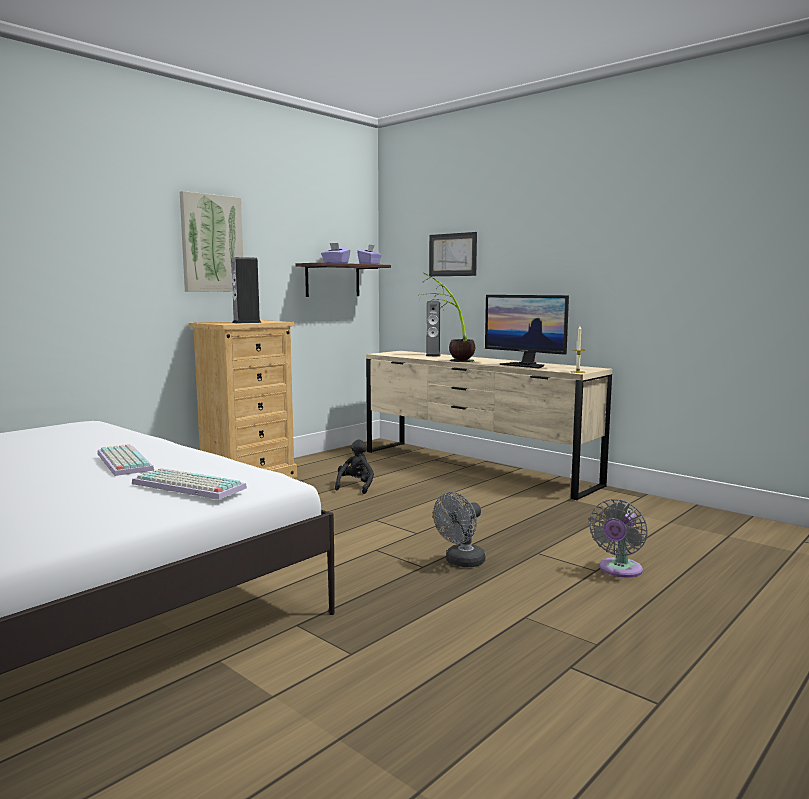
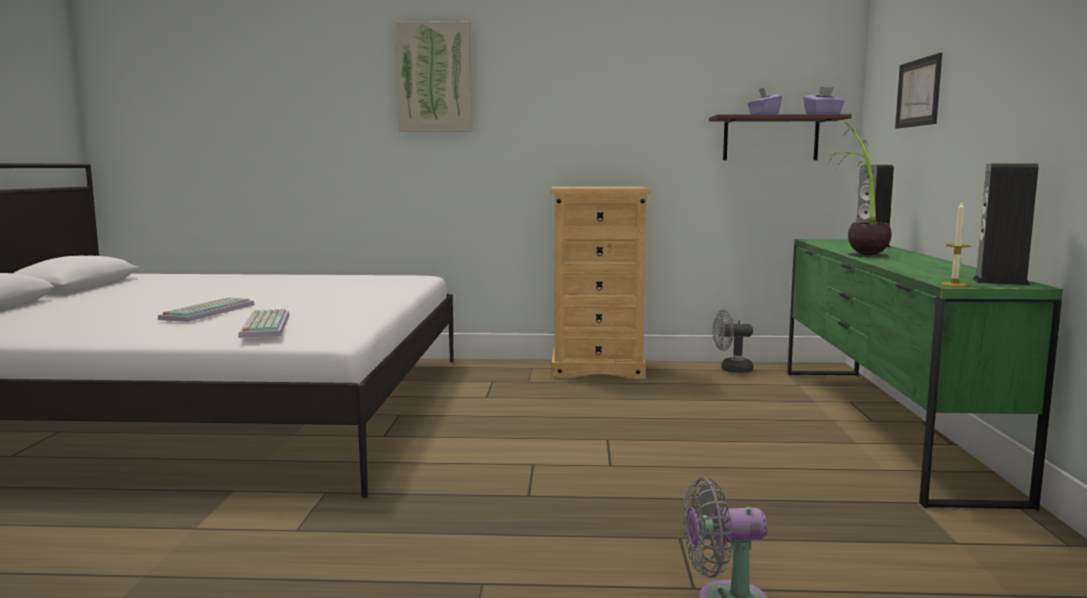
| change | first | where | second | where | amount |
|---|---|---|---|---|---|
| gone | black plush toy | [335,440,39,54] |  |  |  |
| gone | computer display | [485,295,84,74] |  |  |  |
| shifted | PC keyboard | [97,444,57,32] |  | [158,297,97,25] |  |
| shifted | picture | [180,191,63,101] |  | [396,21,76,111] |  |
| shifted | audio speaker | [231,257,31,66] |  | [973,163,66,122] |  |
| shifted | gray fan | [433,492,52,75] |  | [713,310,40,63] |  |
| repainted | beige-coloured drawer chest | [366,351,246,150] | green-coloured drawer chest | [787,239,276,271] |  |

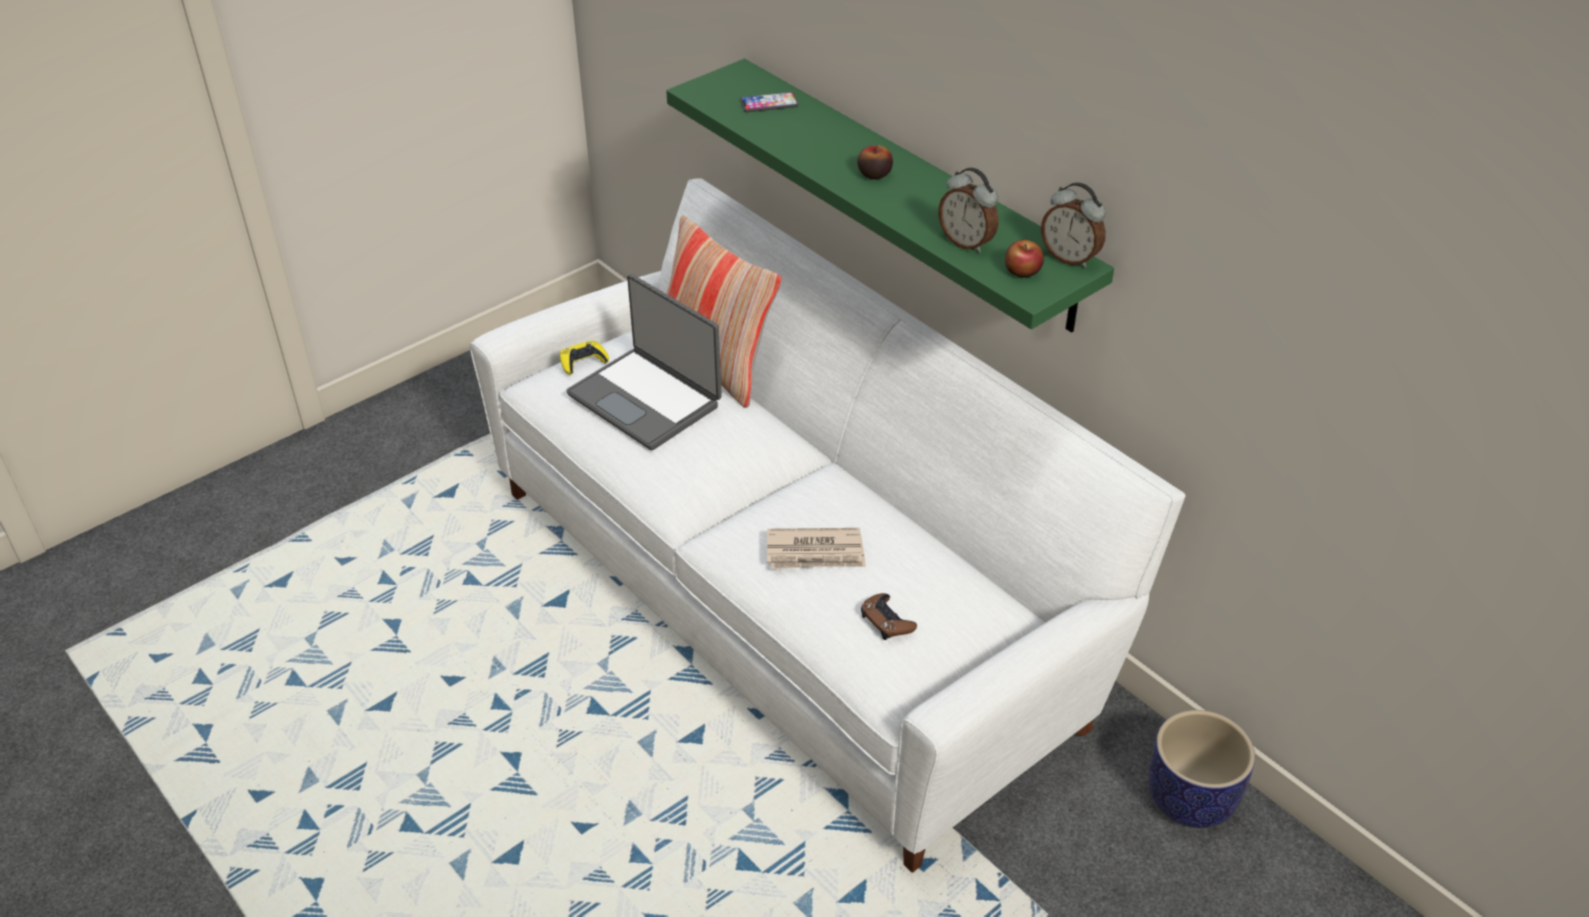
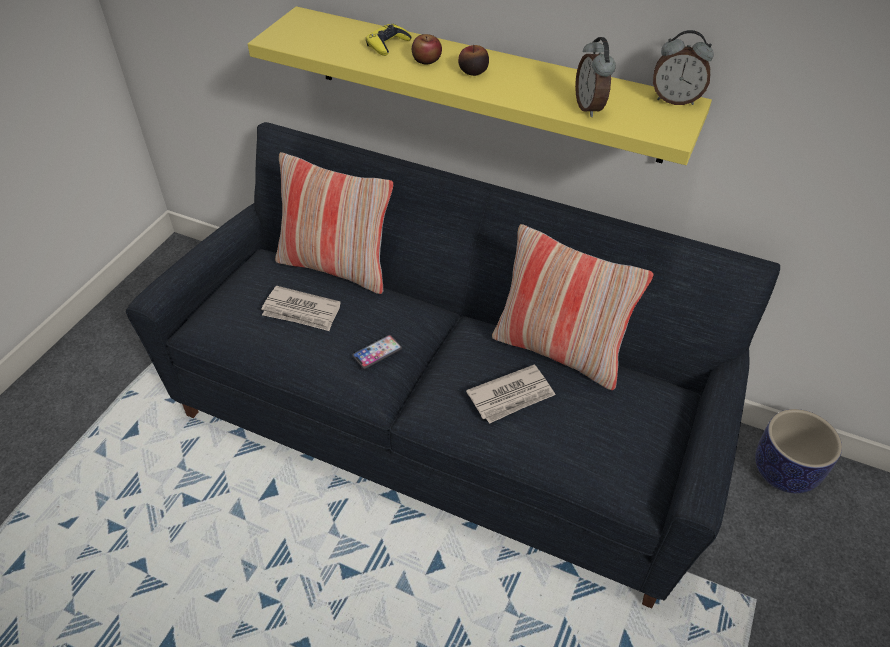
| change | first | where | second | where | amount |
|---|---|---|---|---|---|
| gone | brown game controller | [861,593,56,47] |  |  |  |
| new |  |  | throw pillow | [492,224,162,166] |  |
| shifted | yellow game controller | [560,340,49,35] |  | [366,24,46,32] |  |
| shifted | handset | [740,92,58,20] |  | [352,335,50,34] |  |
| shifted | apple | [1005,240,39,37] |  | [412,34,30,31] |  |
| swapped | laptop | [566,274,156,176] | daily paper | [261,286,80,45] |  |
| repainted | white-coloured sofa | [470,178,716,695] | black sofa | [126,122,654,486] |  |
| repainted | green-coloured shelf | [666,59,448,274] | yellow shelf | [248,6,464,159] |  |
| rotated | table clock | [939,167,60,86] |  | [575,37,41,80] | 60 degrees clockwise |

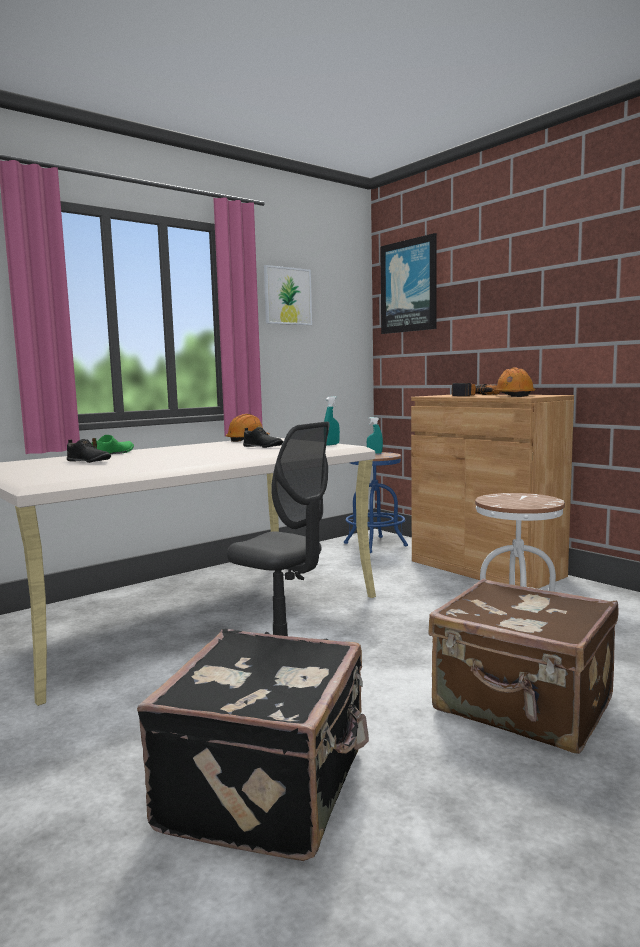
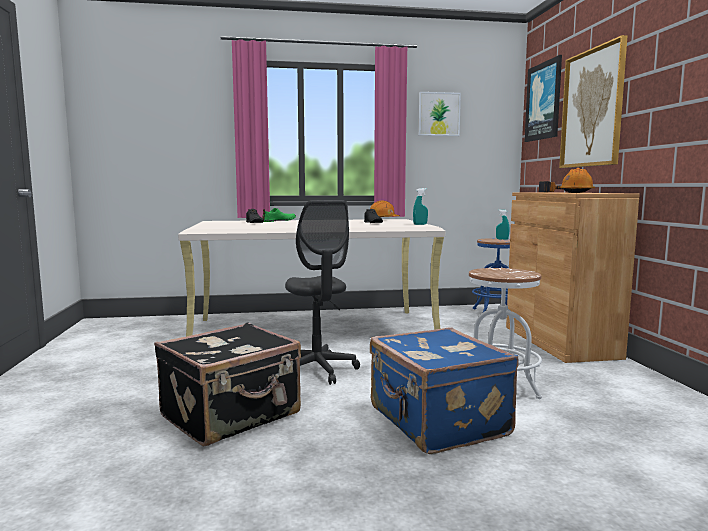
| change | first | where | second | where | amount |
|---|---|---|---|---|---|
| new |  |  | picture | [559,35,68,133] |  |
| repainted | brown piece of luggage | [428,578,191,176] | bluish piece of luggage | [370,327,148,127] |  |

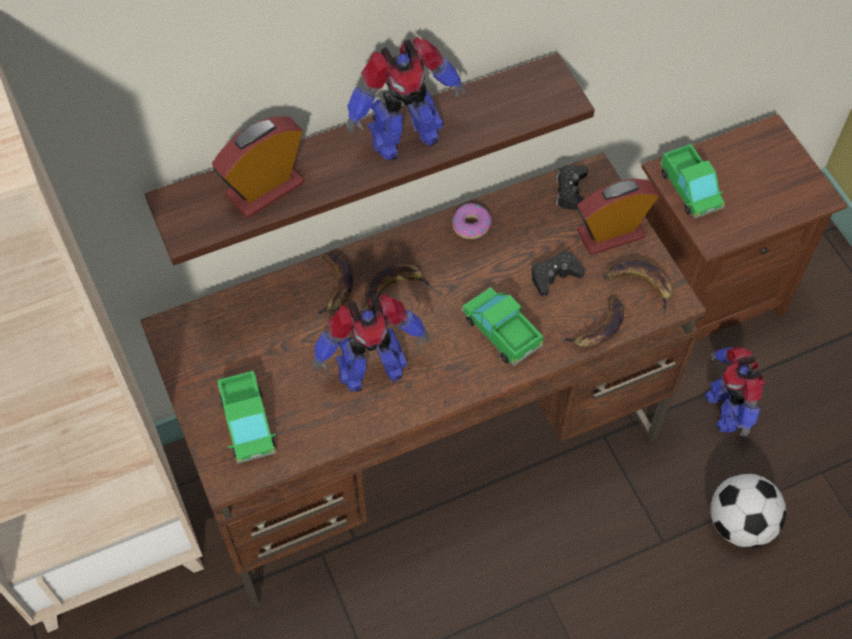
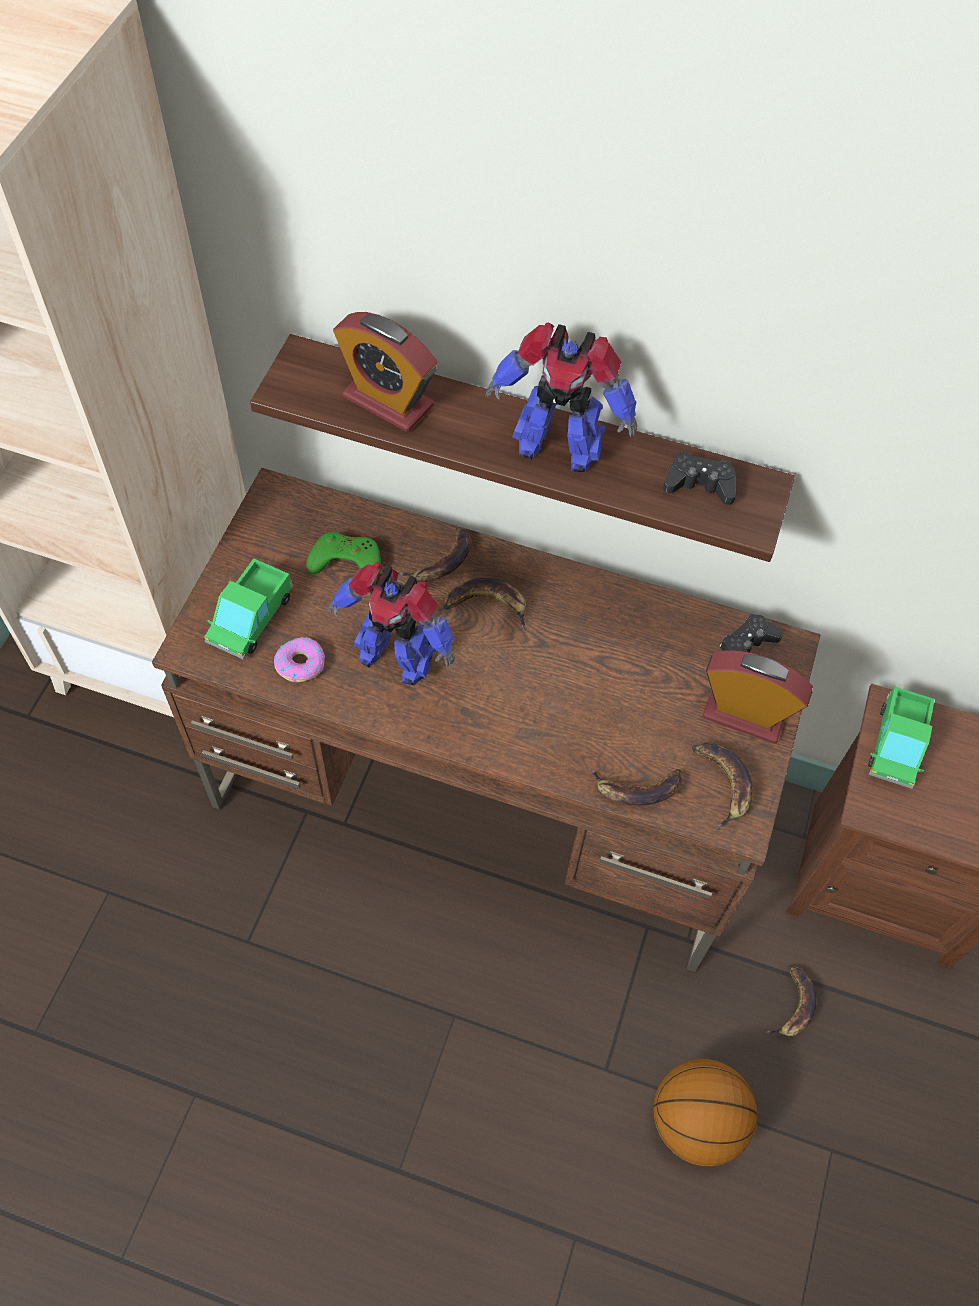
| change | first | where | second | where | amount |
|---|---|---|---|---|---|
| gone | toy lorry | [461,287,82,79] |  |  |  |
| new |  |  | green-coloured game controller | [306,532,75,49] |  |
| shifted | ring doughnut | [452,203,40,36] |  | [274,637,51,45] |  |
| shifted | black game controller | [532,250,53,46] |  | [663,452,73,53] |  |
| swapped | robot figure | [705,347,60,90] | banana fruit | [765,965,51,71] |  |
| swapped | ball for football | [710,473,76,75] | ball for basketball | [654,1059,103,107] |  |
| rotated | table clock | [212,116,92,102] |  | [333,312,104,120] | 150 degrees counterclockwise |

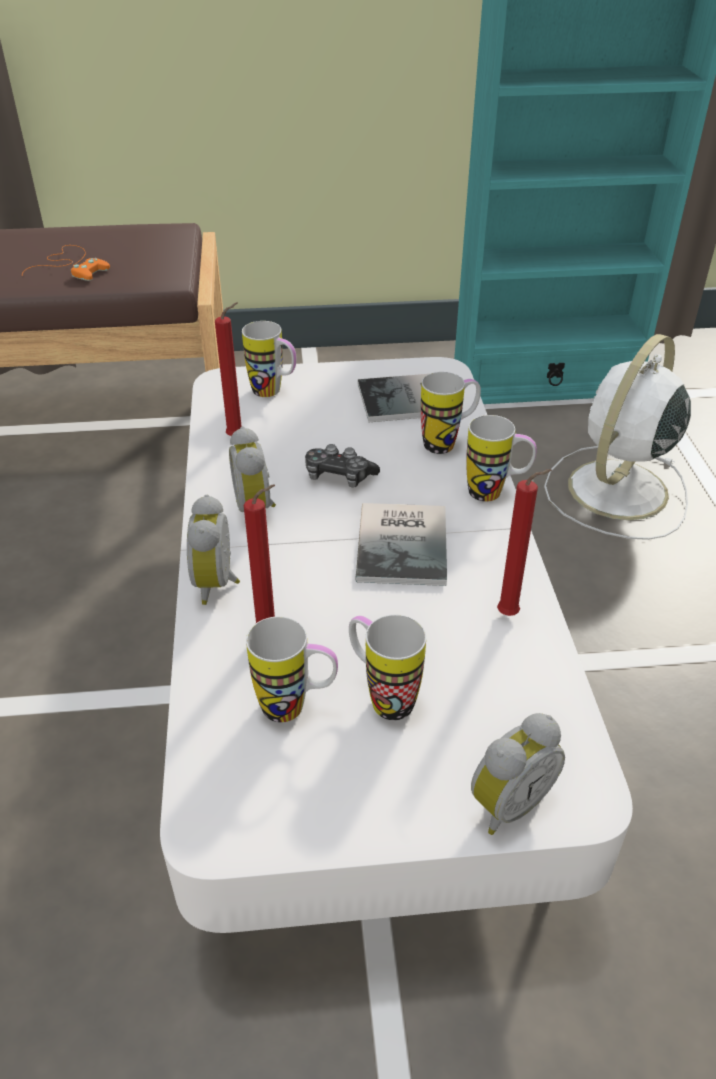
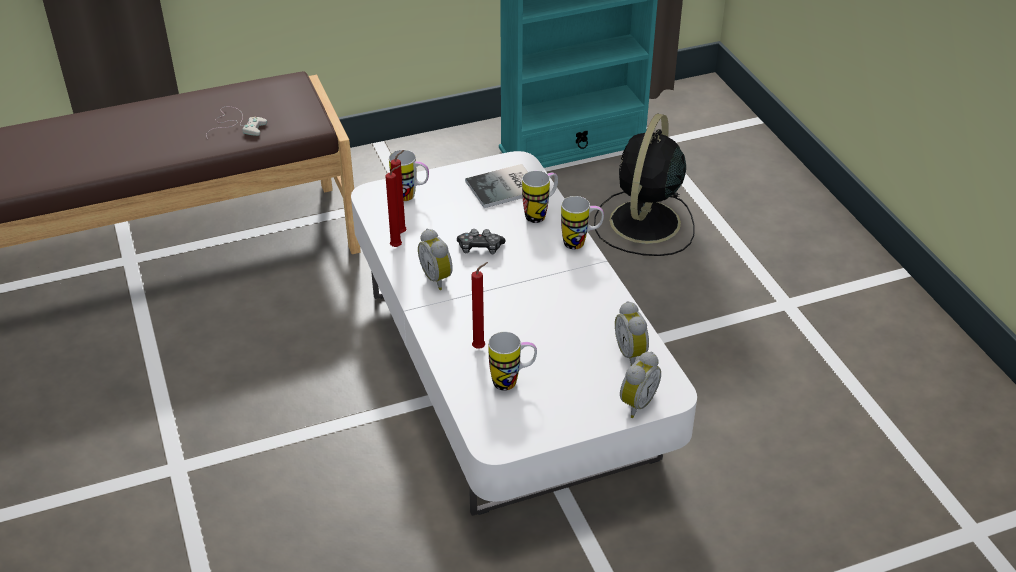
| change | first | where | second | where | amount |
|---|---|---|---|---|---|
| gone | coffee mug | [349,615,77,105] |  |  |  |
| gone | book | [355,503,92,83] |  |  |  |
| shifted | table clock | [187,495,53,110] |  | [615,301,34,65] |  |
| shifted | red-coloured wax candle | [497,469,55,147] |  | [386,165,16,82] |  |
| repainted | orange-coloured game controller | [22,245,88,36] | white-coloured game controller | [206,107,61,32] |  |
| repainted | white-coloured fan | [544,334,147,206] | black fan | [594,113,100,143] |  |

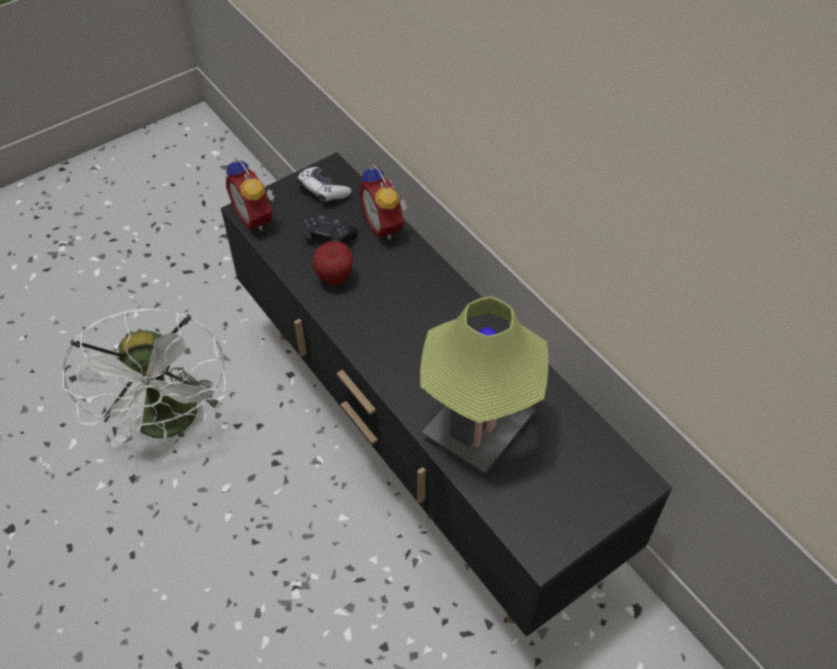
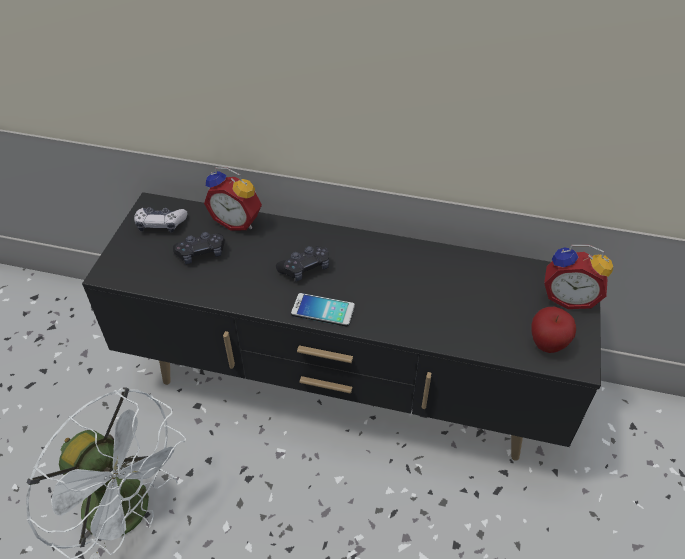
| change | first | where | second | where | amount |
|---|---|---|---|---|---|
| gone | tabletop lamp | [420,296,128,178] |  |  |  |
| new |  |  | black game controller | [276,246,53,35] |  |
| new |  |  | handset | [291,293,64,34] |  |
| shifted | table clock | [226,157,49,74] |  | [544,245,69,64] |  |
| shifted | apple | [312,241,41,44] |  | [532,307,44,46] |  |

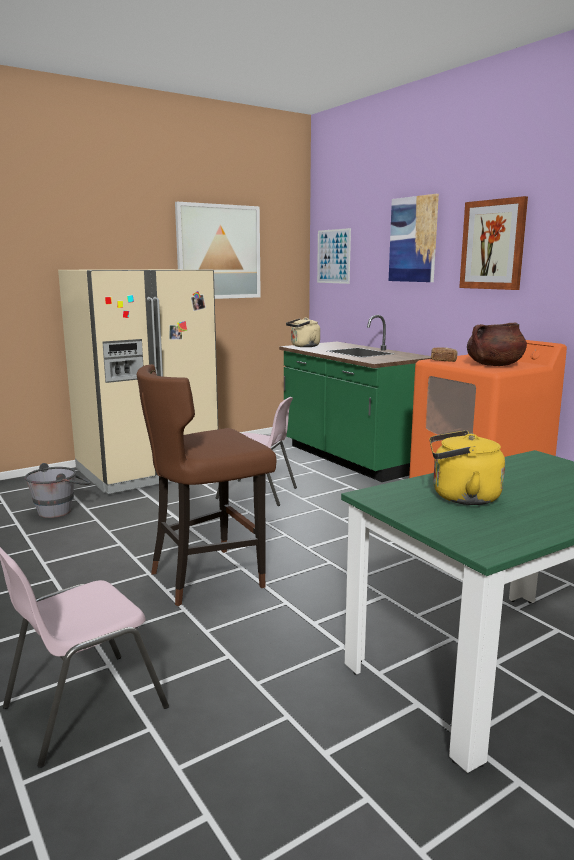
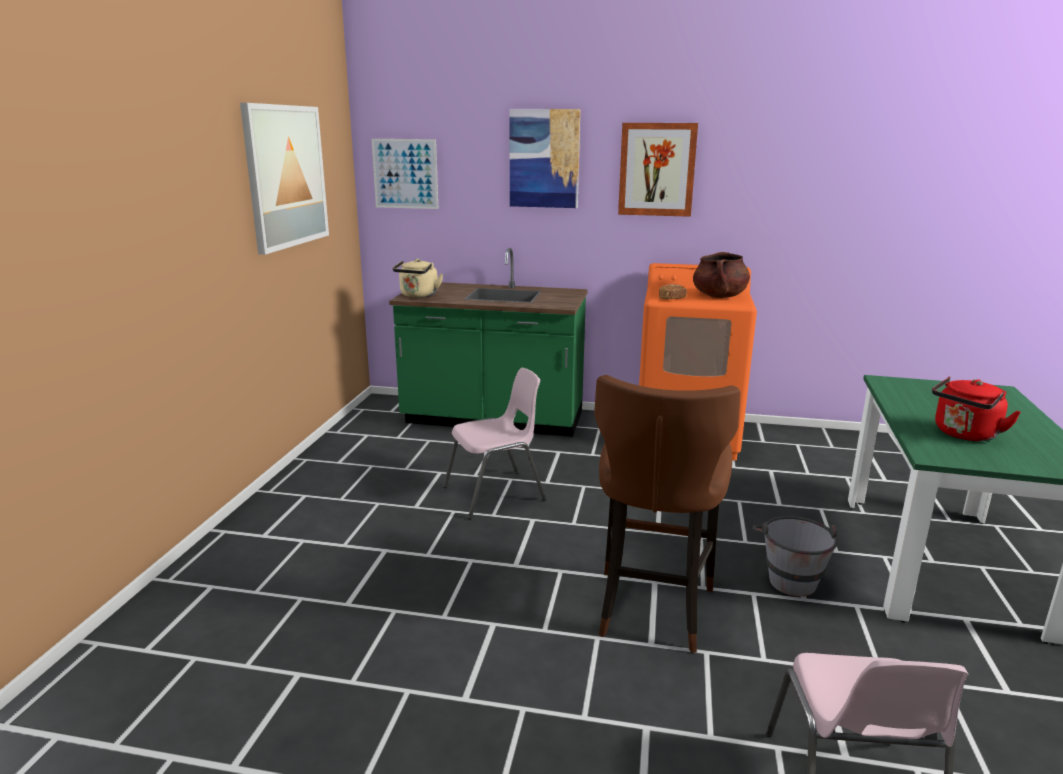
| change | first | where | second | where | amount |
|---|---|---|---|---|---|
| gone | beige-coloured refrigerator | [58,269,160,225] |  |  |  |
| shifted | gray water bucket | [25,463,65,55] |  | [752,516,86,81] |  |
| repainted | yellow water kettle | [429,430,76,75] | red-coloured water kettle | [932,376,89,65] |  |

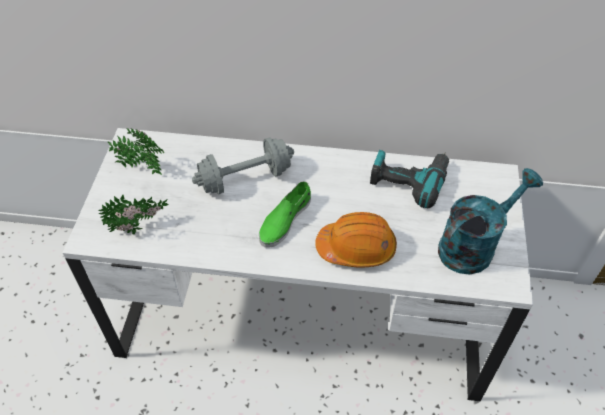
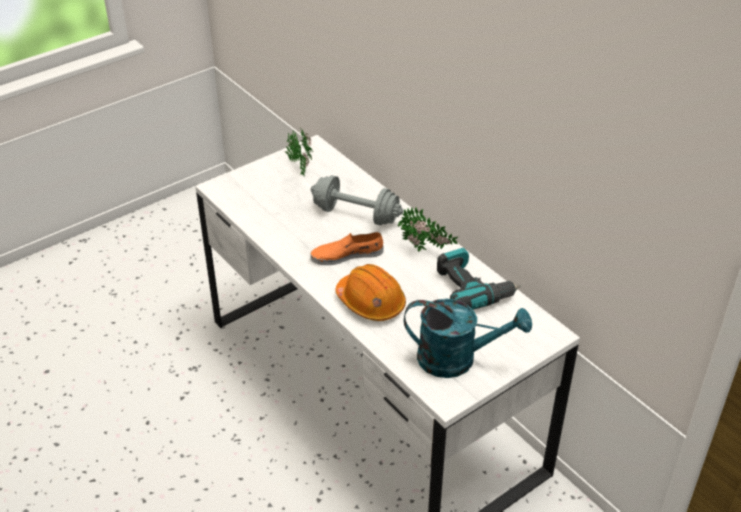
| change | first | where | second | where | amount |
|---|---|---|---|---|---|
| shifted | plant in a pot | [98,195,70,40] |  | [398,207,60,45] |  |
| repainted | green-coloured low shoe | [259,181,52,67] | orange-coloured low shoe | [311,232,73,33] |  |

